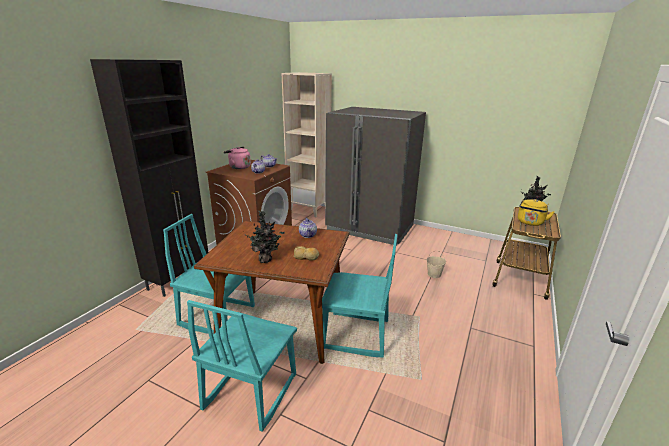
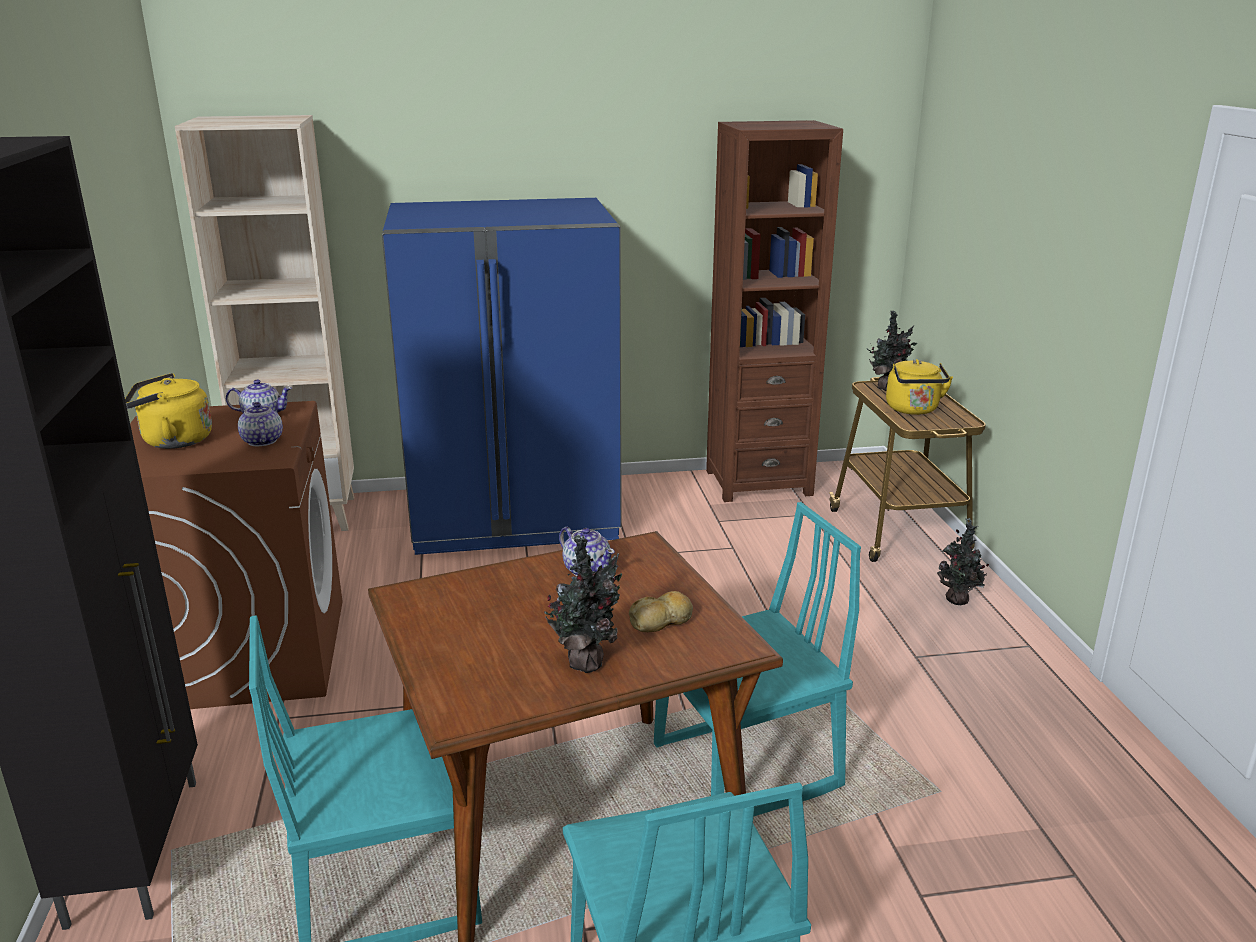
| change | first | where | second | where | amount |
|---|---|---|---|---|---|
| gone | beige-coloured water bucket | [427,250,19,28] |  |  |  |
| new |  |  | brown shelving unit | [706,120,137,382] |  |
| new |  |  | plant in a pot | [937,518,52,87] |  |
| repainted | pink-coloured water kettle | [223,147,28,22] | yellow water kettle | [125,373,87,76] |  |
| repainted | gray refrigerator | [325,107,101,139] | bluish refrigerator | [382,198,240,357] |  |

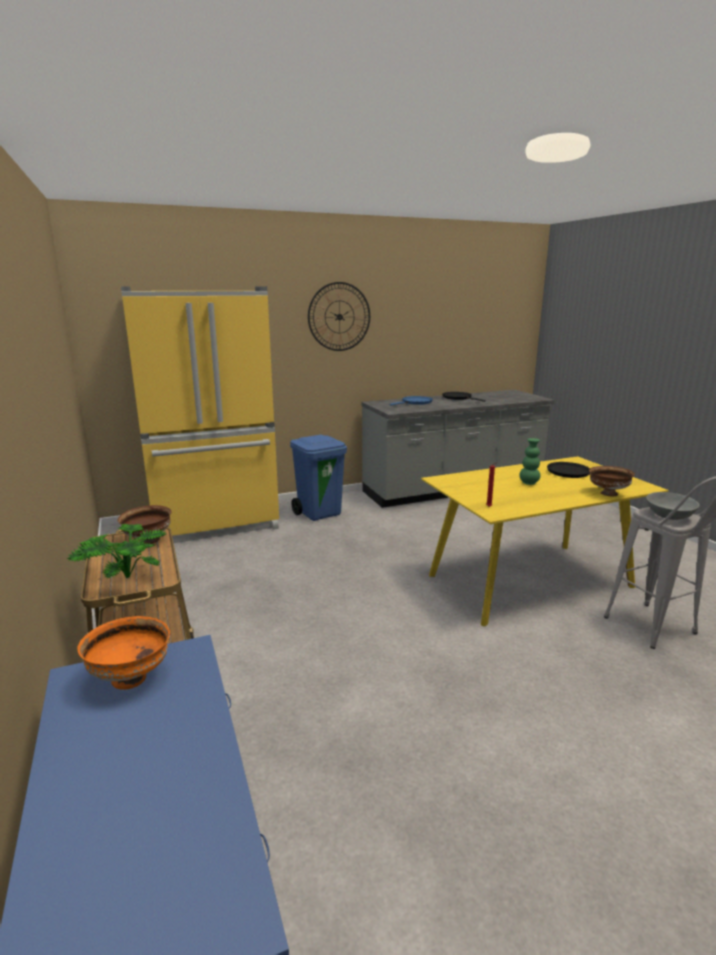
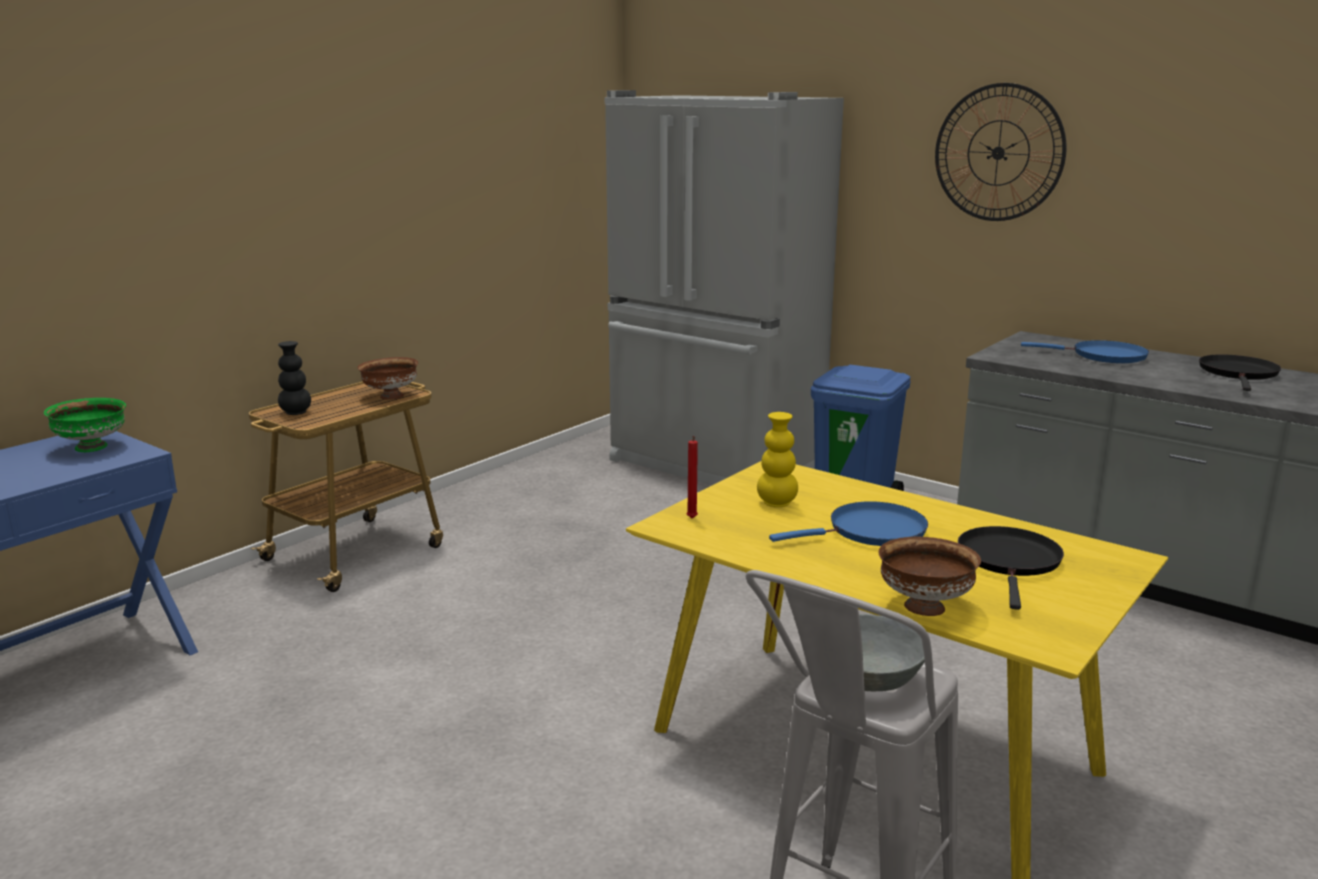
| change | first | where | second | where | amount |
|---|---|---|---|---|---|
| new |  |  | yellow decorative vase | [757,412,41,95] |  |
| swapped | plant in a pot | [67,524,99,54] | black decorative vase | [278,341,33,74] |  |
| swapped | green-coloured decorative vase | [519,438,21,47] | bluish frying pan | [769,501,159,45] |  |
| repainted | orange-coloured deep dish | [77,616,93,74] | green-coloured deep dish | [44,398,82,54] |  |
| repainted | yellow refrigerator | [121,286,158,262] | gray refrigerator | [605,90,239,395] |  |

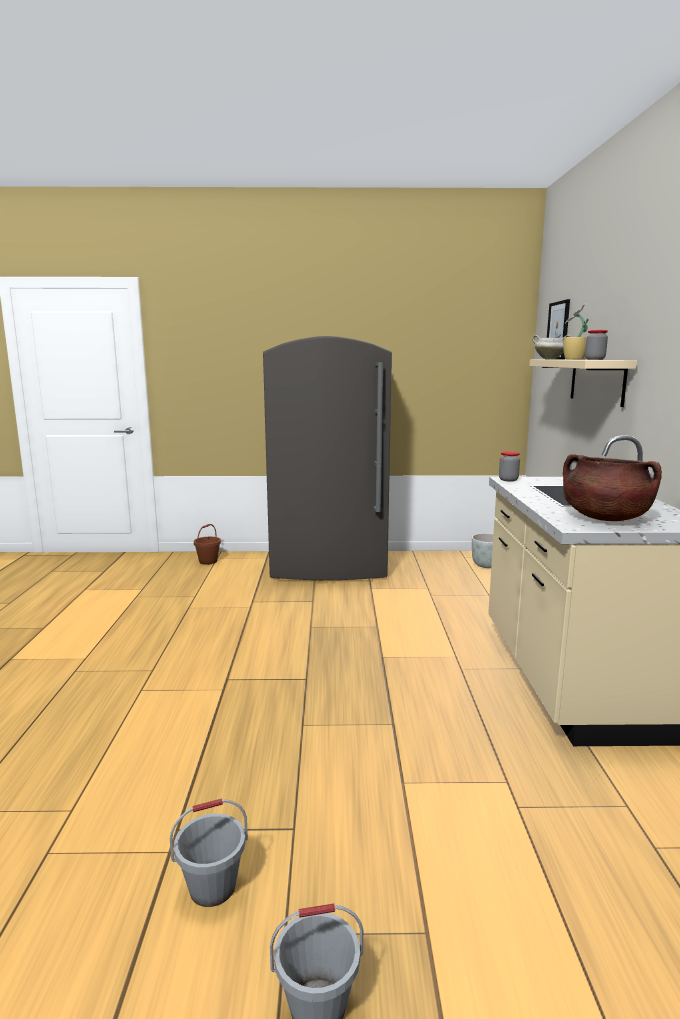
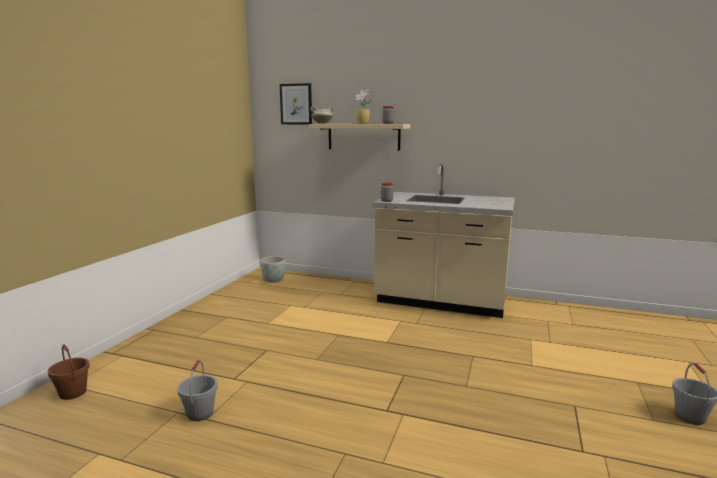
| change | first | where | second | where | amount |
|---|---|---|---|---|---|
| gone | gray refrigerator | [263,336,129,244] |  |  |  |
| gone | brown cooking pot | [563,454,99,67] |  |  |  |
| shifted | gray water bucket | [170,799,78,108] |  | [177,360,41,61] |  |

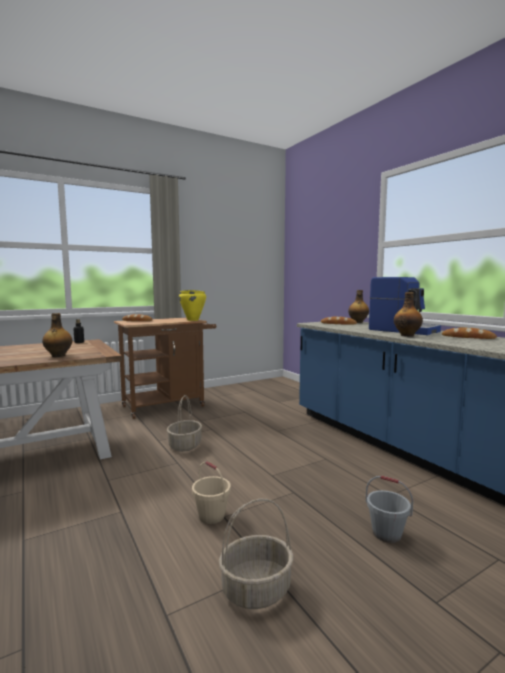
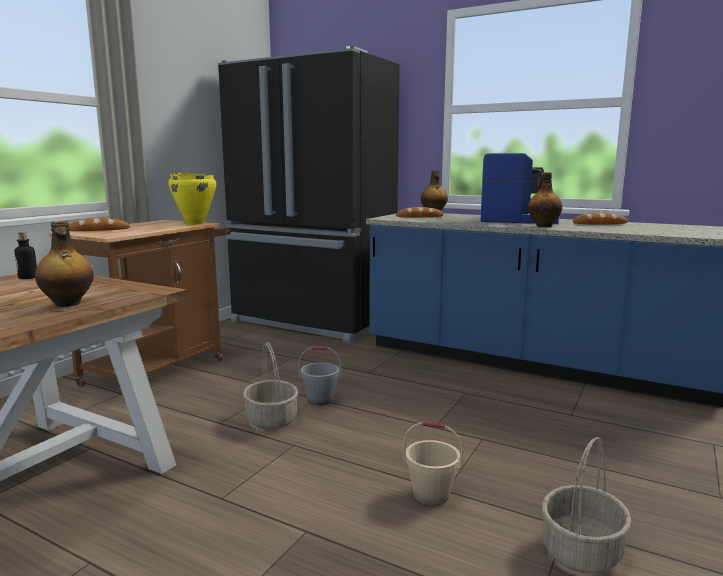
| change | first | where | second | where | amount |
|---|---|---|---|---|---|
| new |  |  | black refrigerator | [218,46,182,296] |  |
| shifted | gray water bucket | [366,476,47,67] |  | [299,347,42,58] |  |

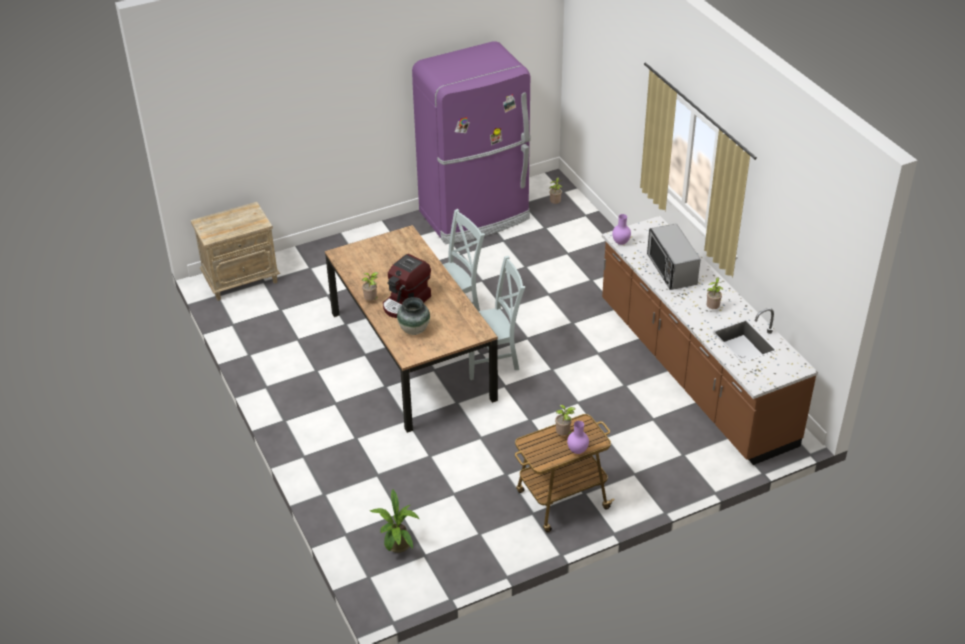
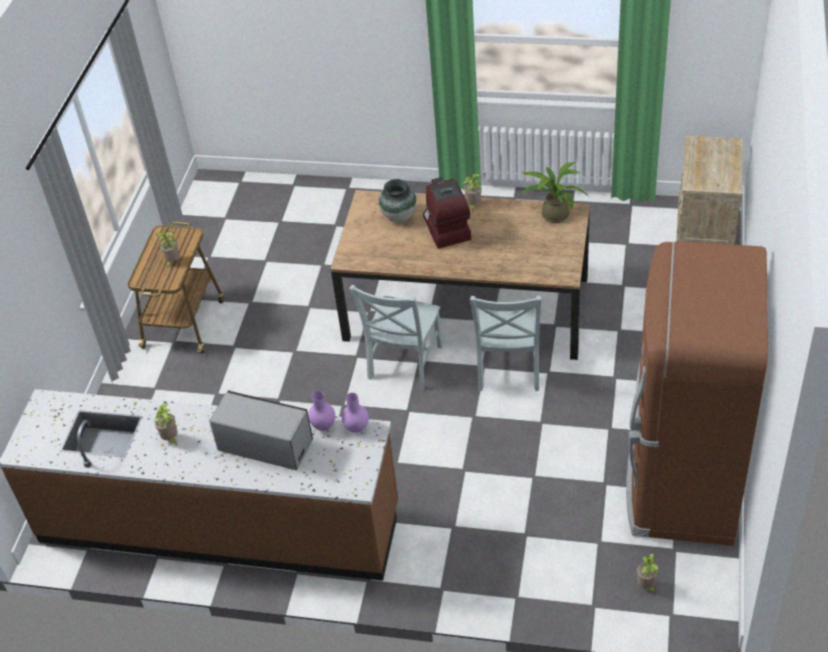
| change | first | where | second | where | amount |
|---|---|---|---|---|---|
| shifted | plant in a pot | [369,488,50,65] |  | [520,162,68,61] |  |
| shifted | purple decorative vase | [567,421,22,33] |  | [308,391,27,40] |  |
| repainted | purple refrigerator | [412,41,119,203] | brown refrigerator | [626,241,142,305] |  |

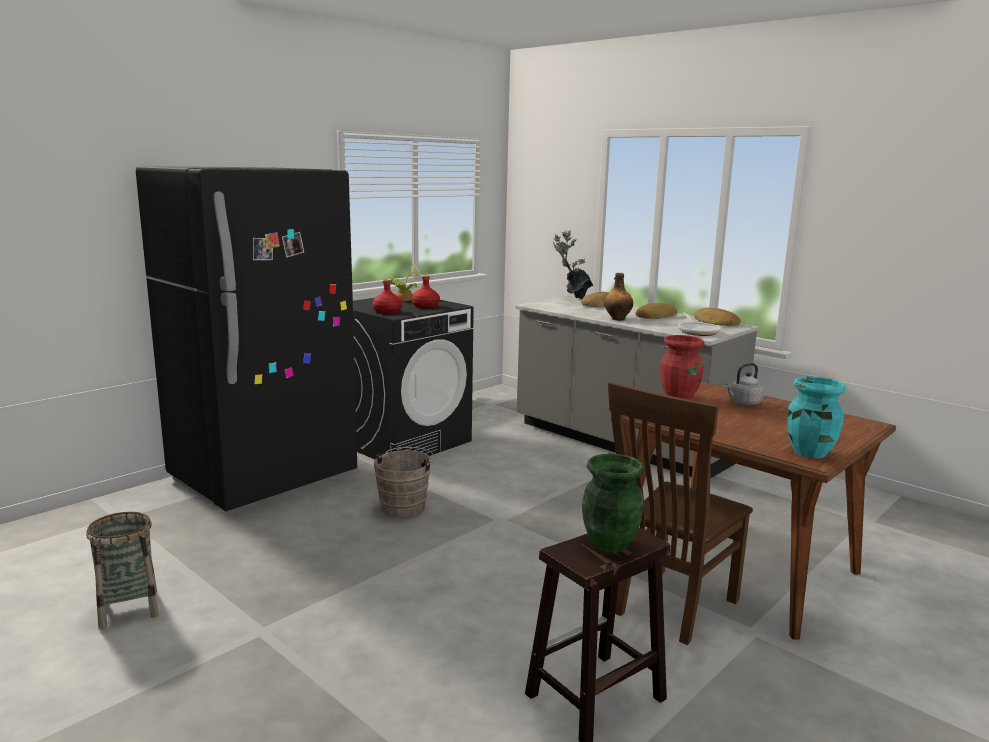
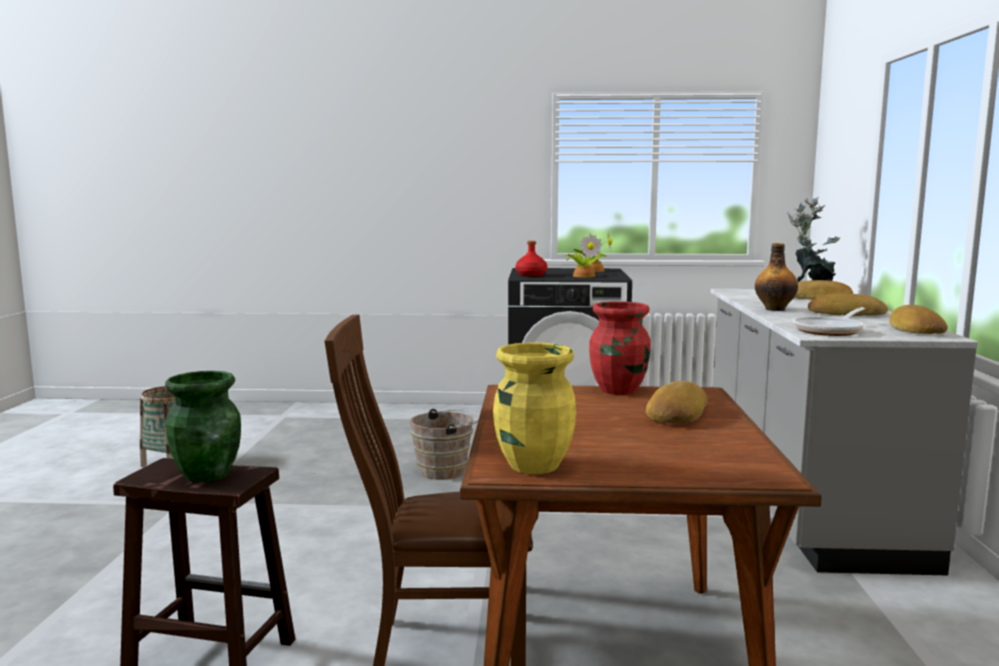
| change | first | where | second | where | amount |
|---|---|---|---|---|---|
| gone | black refrigerator | [136,166,221,345] |  |  |  |
| swapped | red-coloured bottle | [412,276,28,32] | plant in a pot | [564,234,43,43] |  |
| swapped | gray water kettle | [725,363,39,42] | baked bread | [646,381,61,43] |  |
| repainted | turquoise-coloured decorative vase | [787,376,59,82] | yellow decorative vase | [493,342,83,132] |  |

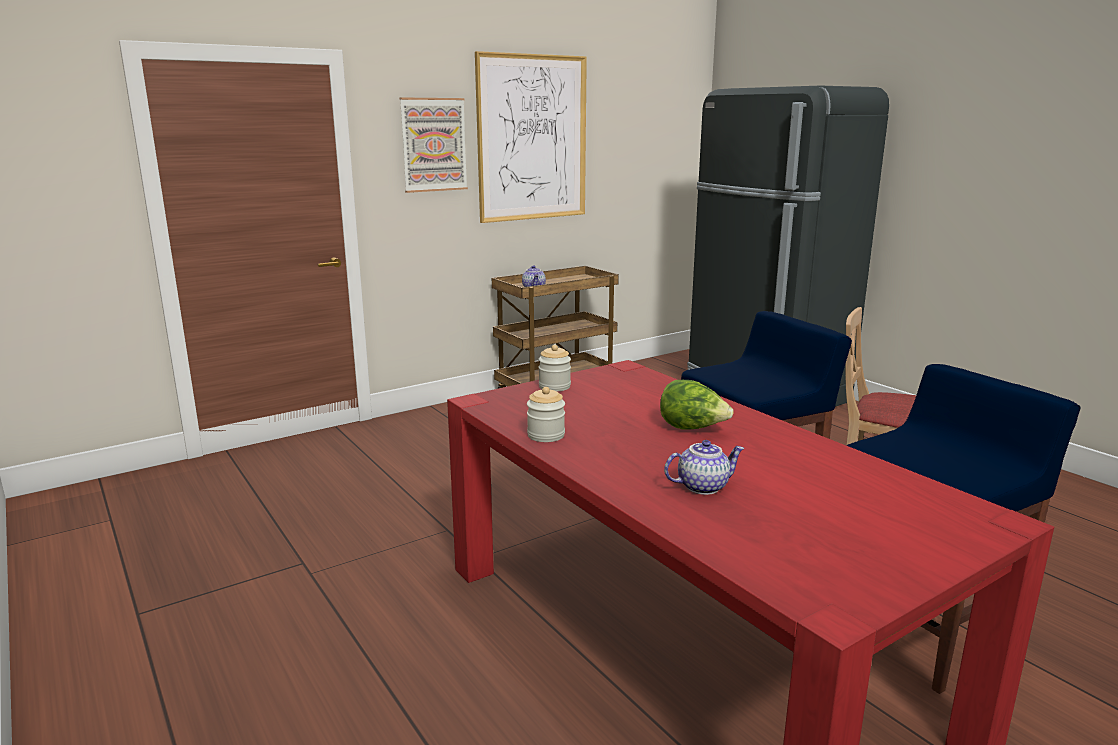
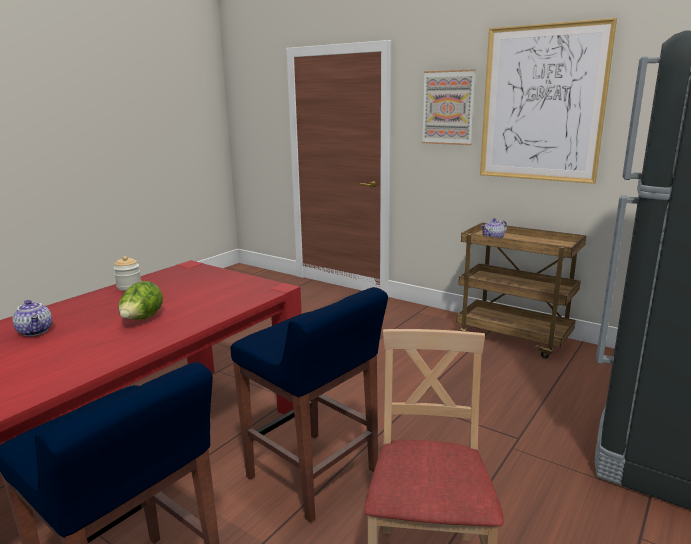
| change | first | where | second | where | amount |
|---|---|---|---|---|---|
| gone | storage jar | [538,345,33,47] |  |  |  |

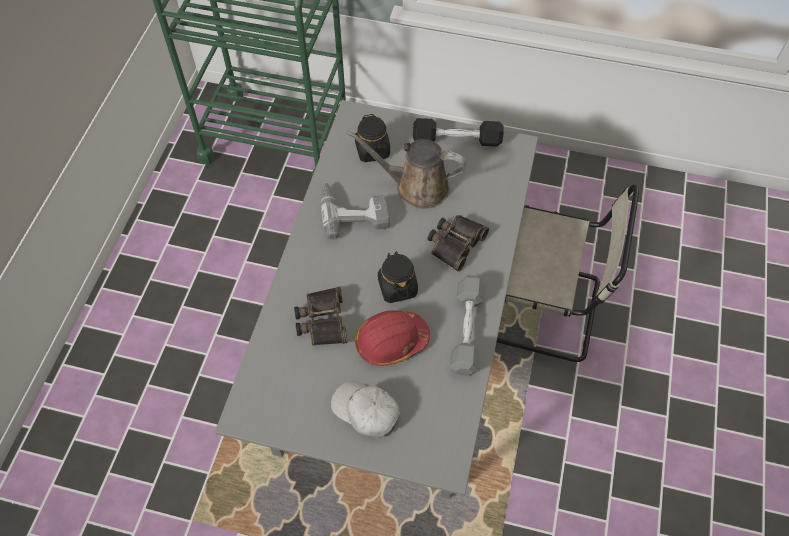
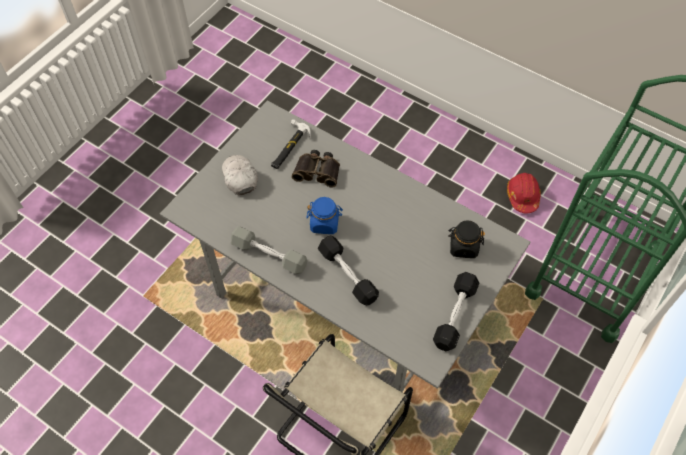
| change | first | where | second | where | amount |
|---|---|---|---|---|---|
| gone | electric drill | [321,183,69,56] |  |  |  |
| gone | brown sprinkling can | [347,131,119,77] |  |  |  |
| new |  |  | hand hammer | [271,119,40,50] |  |
| shifted | red-coloured safety helmet | [355,310,75,56] |  | [507,173,34,40] |  |
| swapped | field glasses | [427,215,62,57] | black dumbbell | [318,235,61,71] |  |
| repainted | black storage jar | [378,251,40,52] | bluish storage jar | [307,197,36,37] |  |
| rotated | white-coloured cap | [331,381,69,57] |  | [222,155,36,40] | 75 degrees counterclockwise |

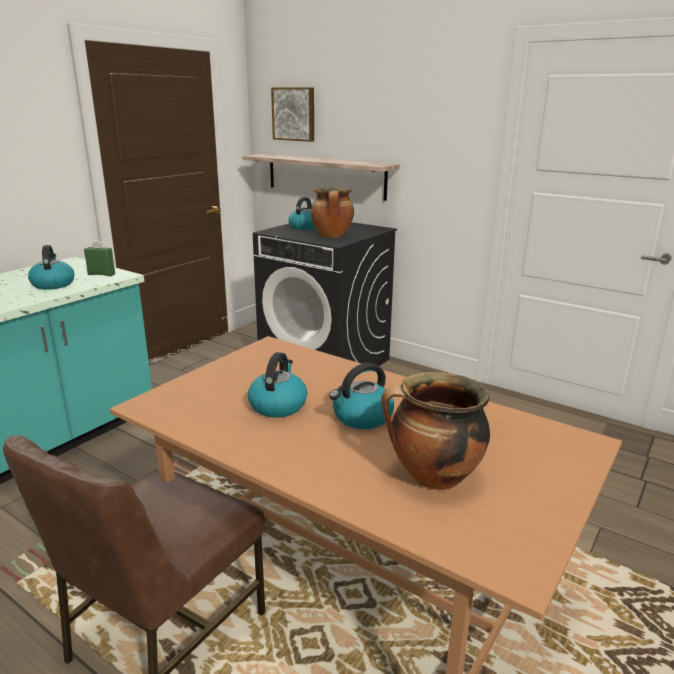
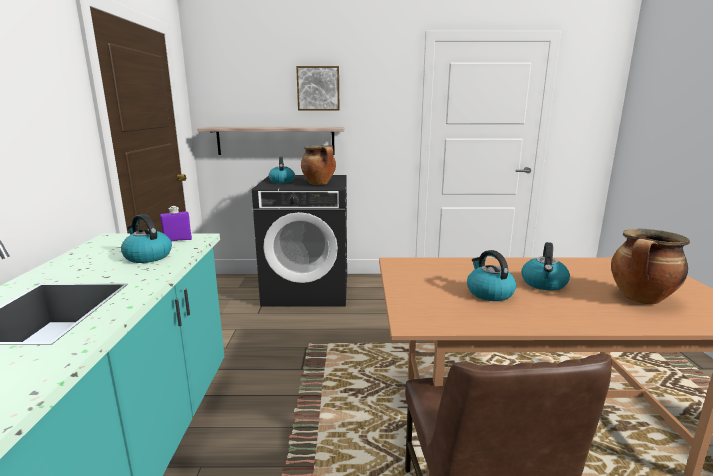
| change | first | where | second | where | amount |
|---|---|---|---|---|---|
| shifted | picture | [271,87,43,55] |  | [296,66,44,44] |  |
| repainted | green-coloured bottle | [84,241,31,35] | purple bottle | [160,206,32,36] |  |

